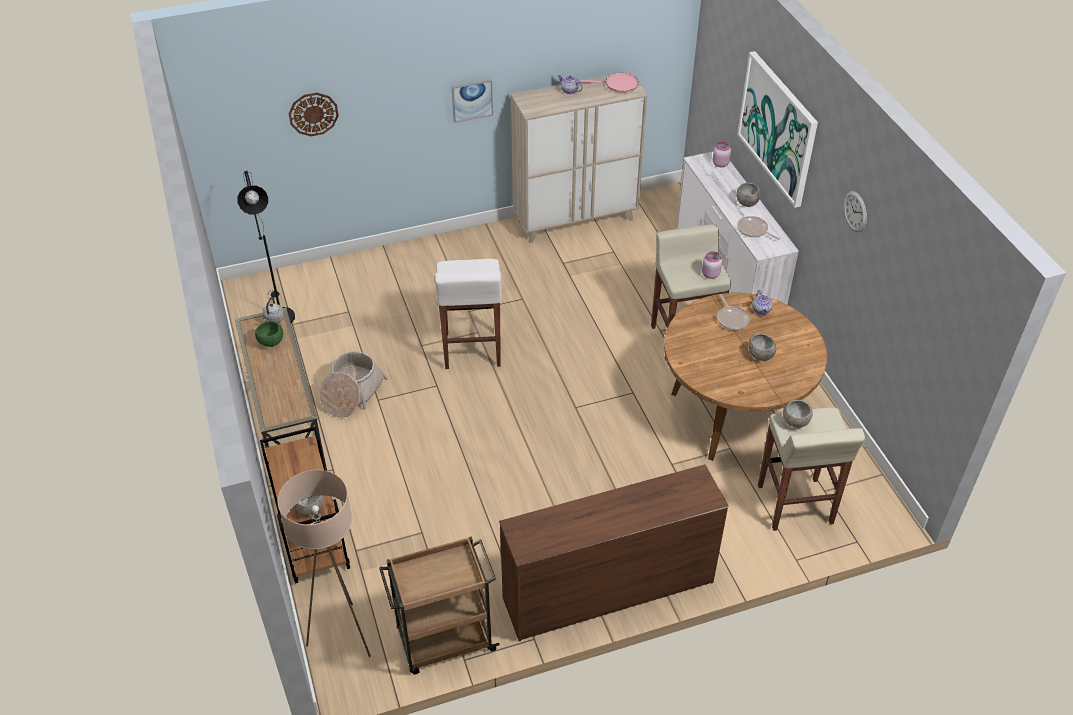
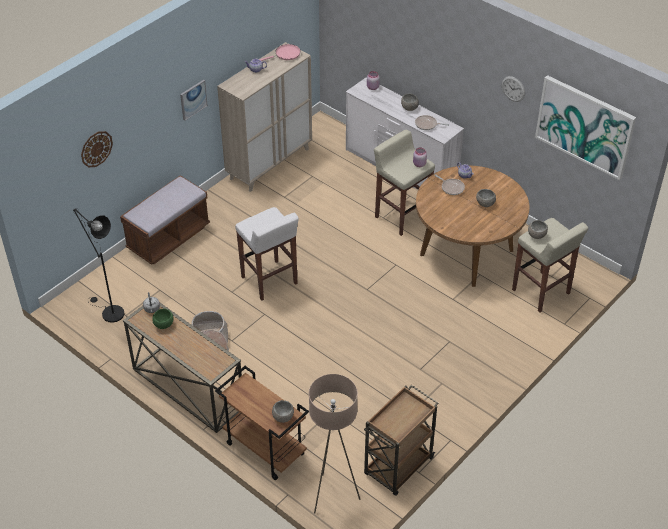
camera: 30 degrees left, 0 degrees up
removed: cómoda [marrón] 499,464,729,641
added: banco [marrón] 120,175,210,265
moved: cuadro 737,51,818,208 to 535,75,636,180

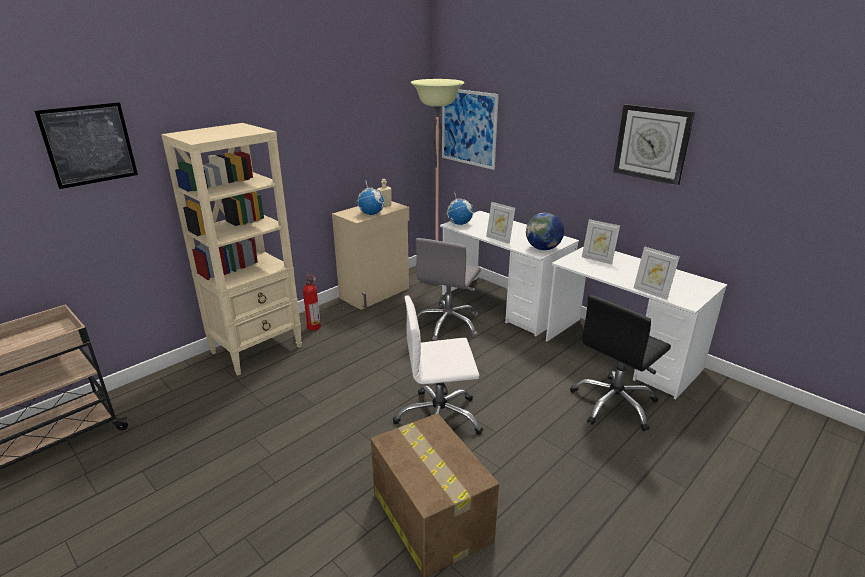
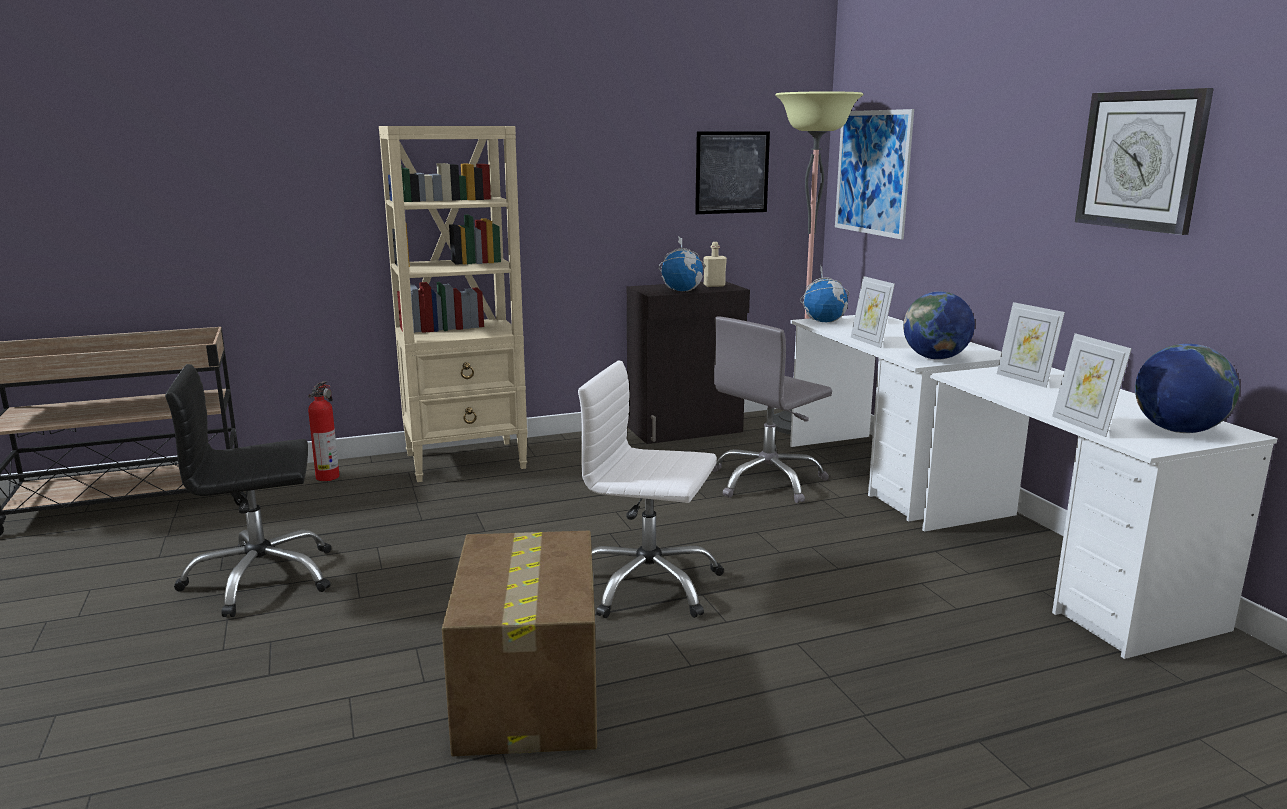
camera: 25 degrees right, 10 degrees down
added: globo terráqueo 1135,344,1239,433
moved: cuadro 34,102,138,189 to 695,131,770,214; extintor 303,273,321,331 to 308,381,340,481; silla de oficina [negro] 570,295,671,431 to 165,364,331,617
recoloured: armario [beis] 332,201,409,310 to armario [negro] 627,281,750,444

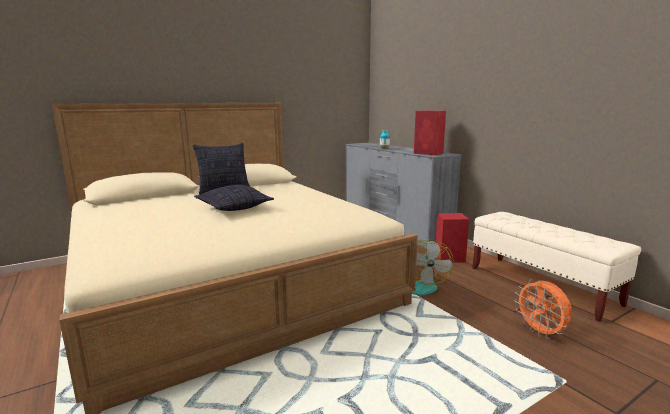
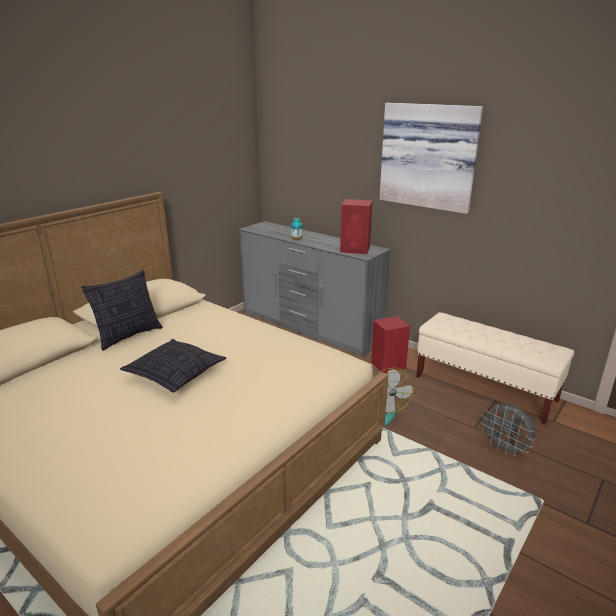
camera: 20 degrees left, 10 degrees up
added: cuadro 379,103,483,214
recoloured: ventilador [naranja] 514,279,572,339 to ventilador [gris] 480,403,536,456

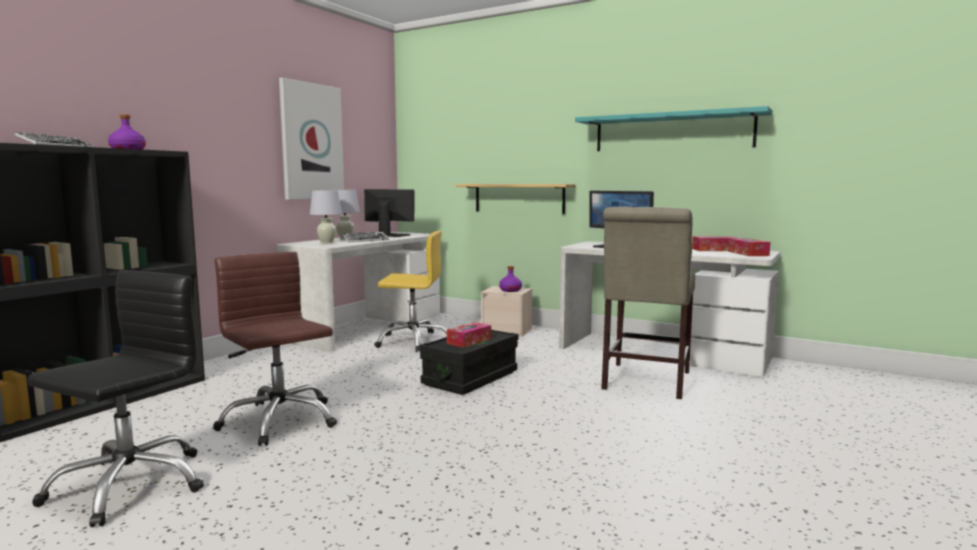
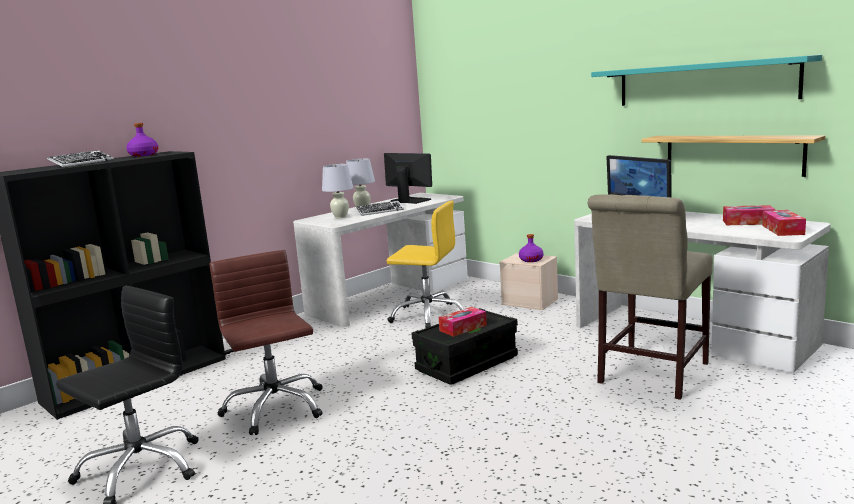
camera: 15 degrees right, 5 degrees up
removed: cuadro 279,78,344,200
moved: estante 456,184,576,214 to 642,135,825,177

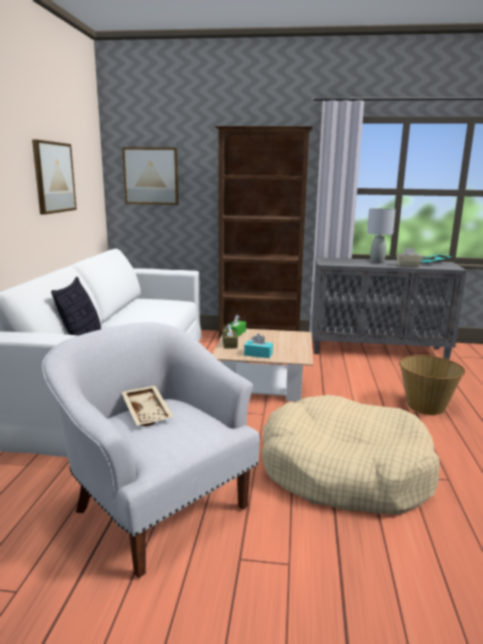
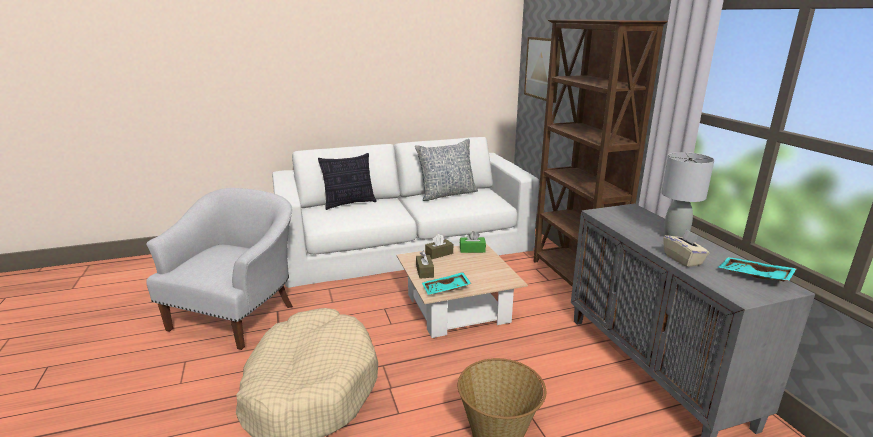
camera: 65 degrees right, 5 degrees up
removed: cuadro 32,140,77,215; bandeja [beis] 121,385,174,426
added: cojín 415,139,478,201; bandeja [turquesa] 422,272,471,295
recoloured: caja de pañuelos [turquesa] 244,333,273,358 to caja de pañuelos [marrón] 416,251,434,279

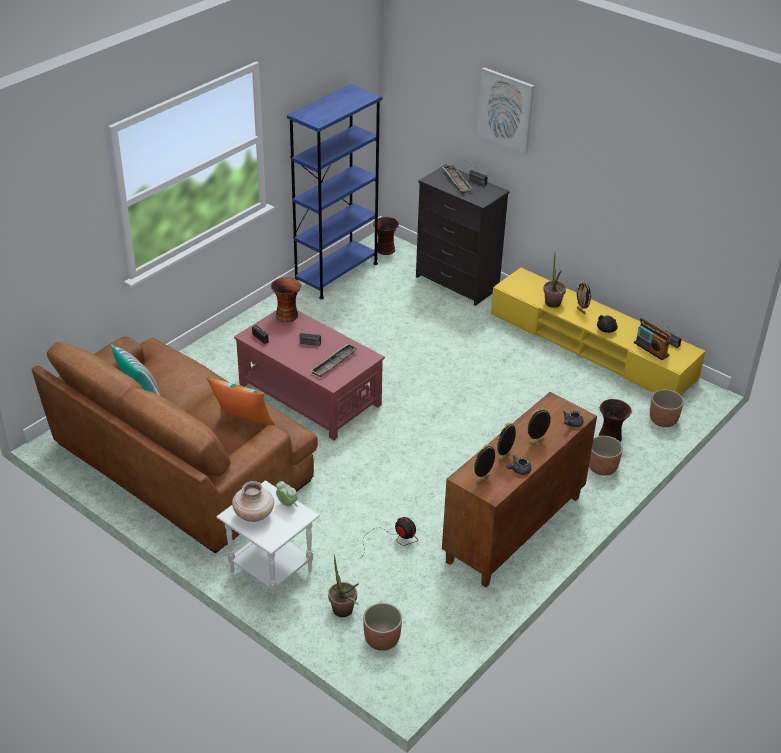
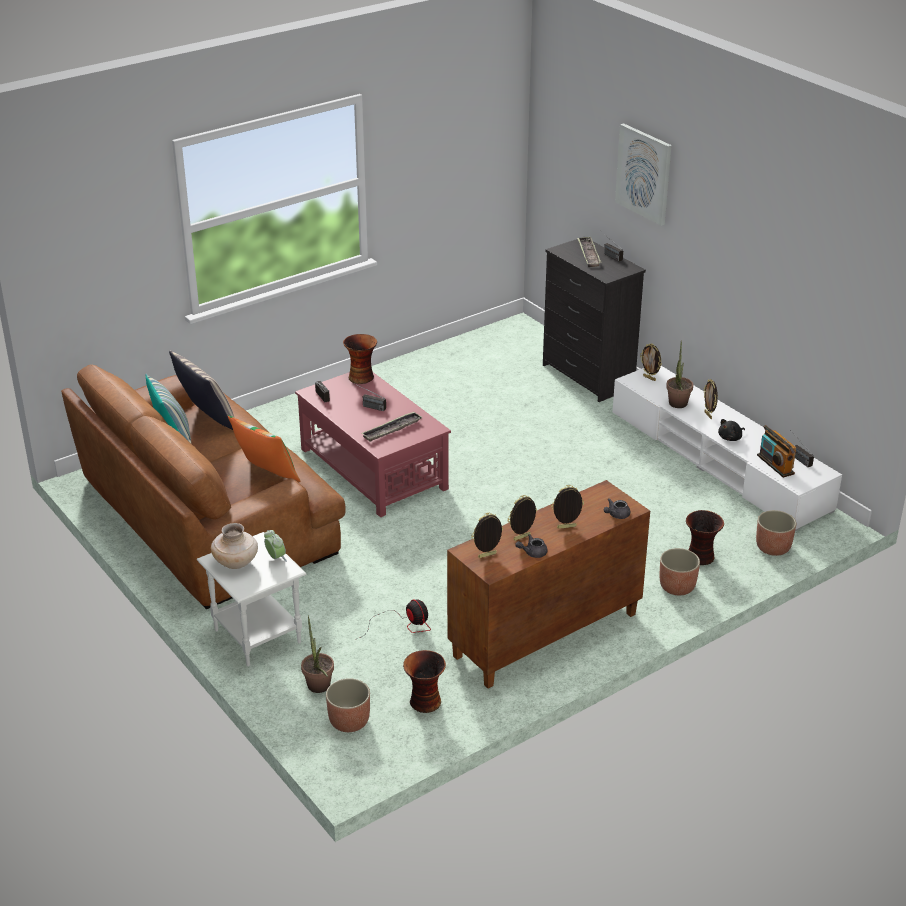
camera: 15 degrees right, 5 degrees down
removed: estantería [azul] 287,84,382,299
added: cojín 169,351,234,430; portarretratos 640,343,662,381
moved: florero 373,217,399,255 to 403,650,446,713
recoloured: mueble de televisión [amarillo] 491,268,705,396 to mueble de televisión [blanco] 613,366,842,531

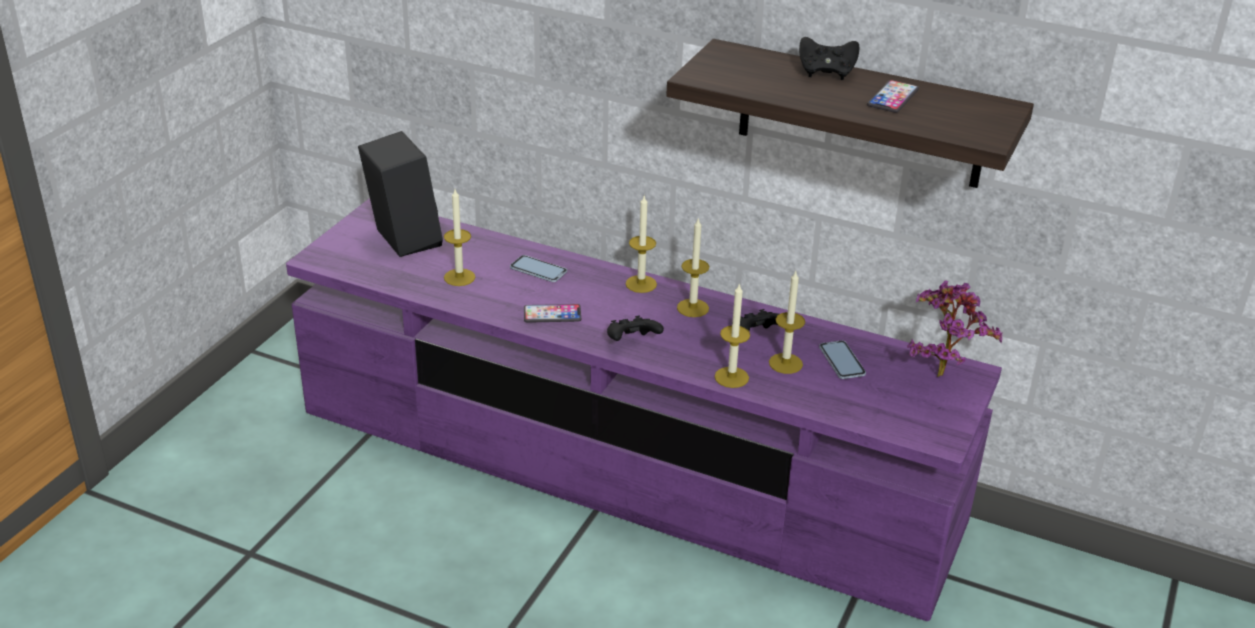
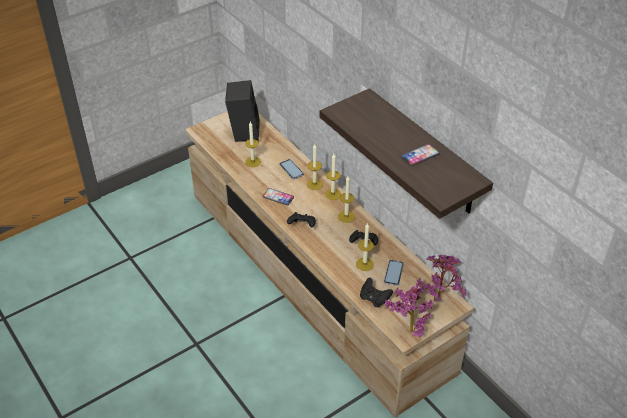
camera: 30 degrees right, 10 degrees up
added: planta en maceta 385,286,433,337
moved: vela 714,283,750,388 to 307,144,323,190; mando de consola [negro] 799,37,859,80 to 360,278,393,308
recoloured: mueble de televisión [morado] 286,198,1002,621 to mueble de televisión [beis] 186,111,474,417

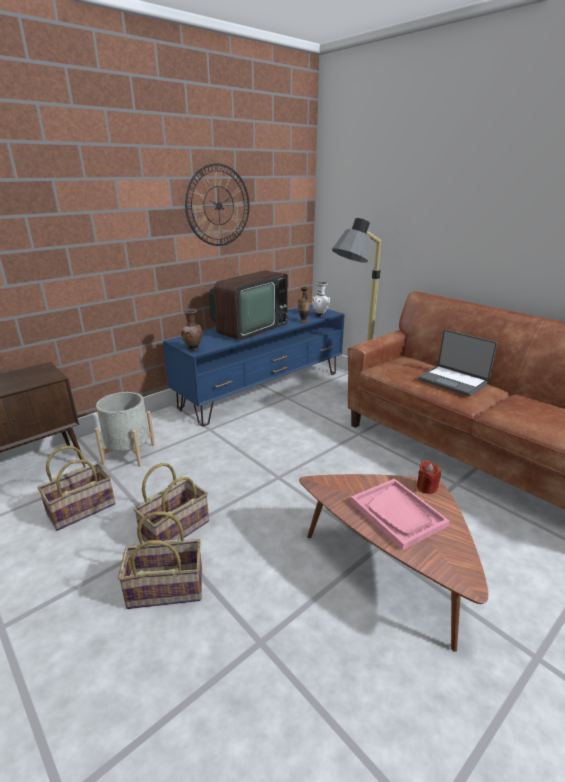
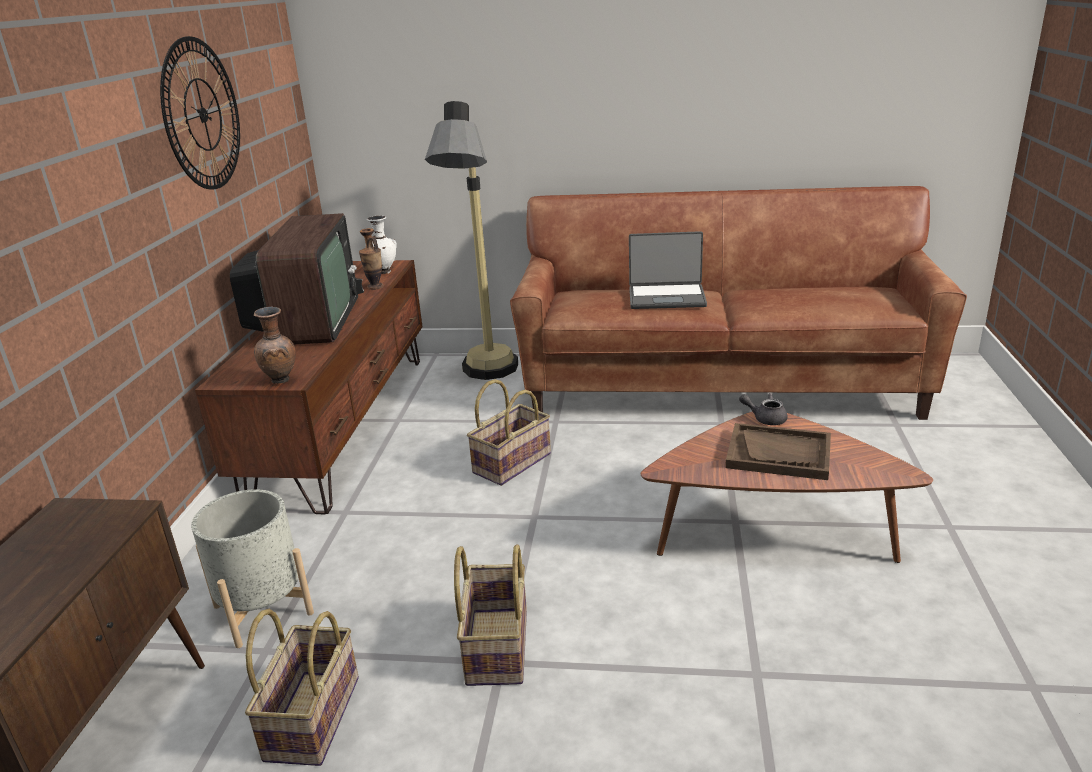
camera: 40 degrees left, 0 degrees up
moved: cesta 118,511,202,609 to 467,379,551,486
replaced: vela [rojo] 417,460,441,494 to tetera [gris] 739,393,788,425
recoloured: mueble de televisión [azul] 163,304,345,427 to mueble de televisión [marrón] 195,260,423,514; bandeja [rosa] 351,479,450,550 to bandeja [marrón] 725,423,831,480

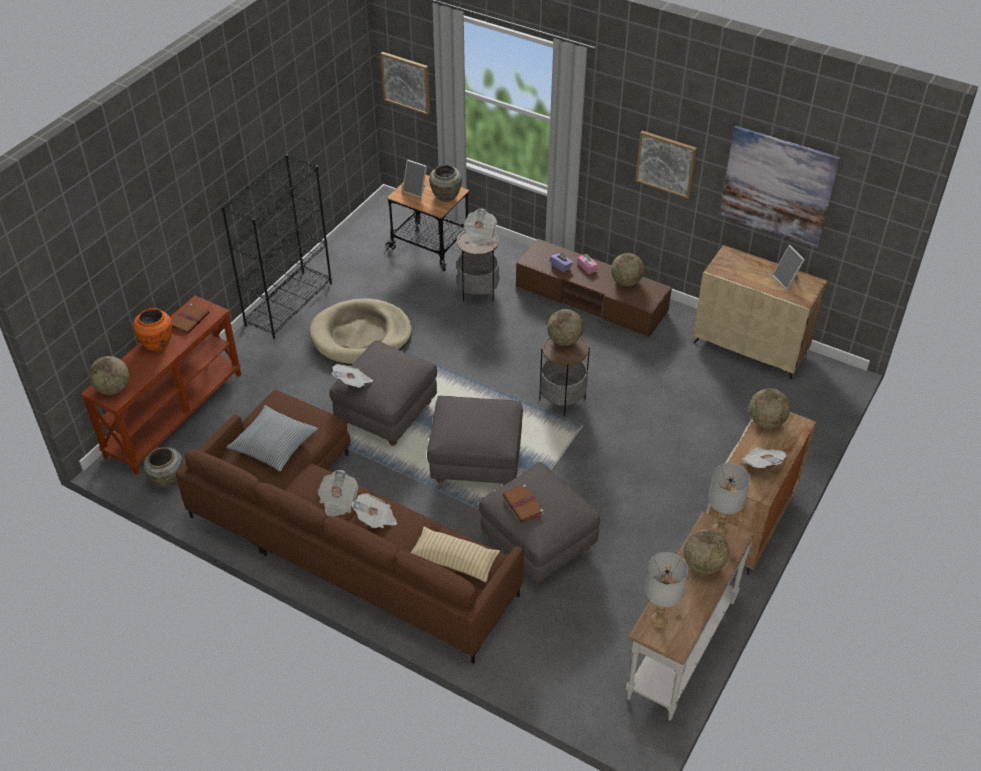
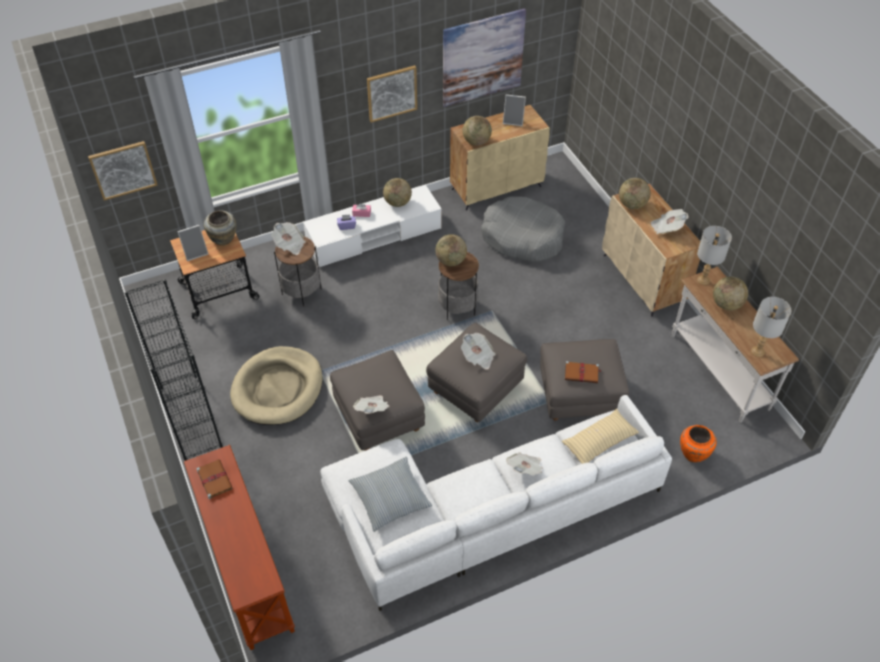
camera: 55 degrees left, 5 degrees up
removed: florero [beis] 144,447,183,488
added: cama para perro [gris] 481,197,565,262
moved: globo terráqueo 89,356,129,395 to 463,116,492,146; florero [naranja] 133,308,172,351 to 680,425,717,463; periódico 318,470,359,517 to 461,333,496,370
recoloured: sofá [marrón] 176,390,523,664 to sofá [blanco] 320,395,672,611; mueble de televisión [marrón] 516,239,672,337 to mueble de televisión [blanco] 303,184,441,267

